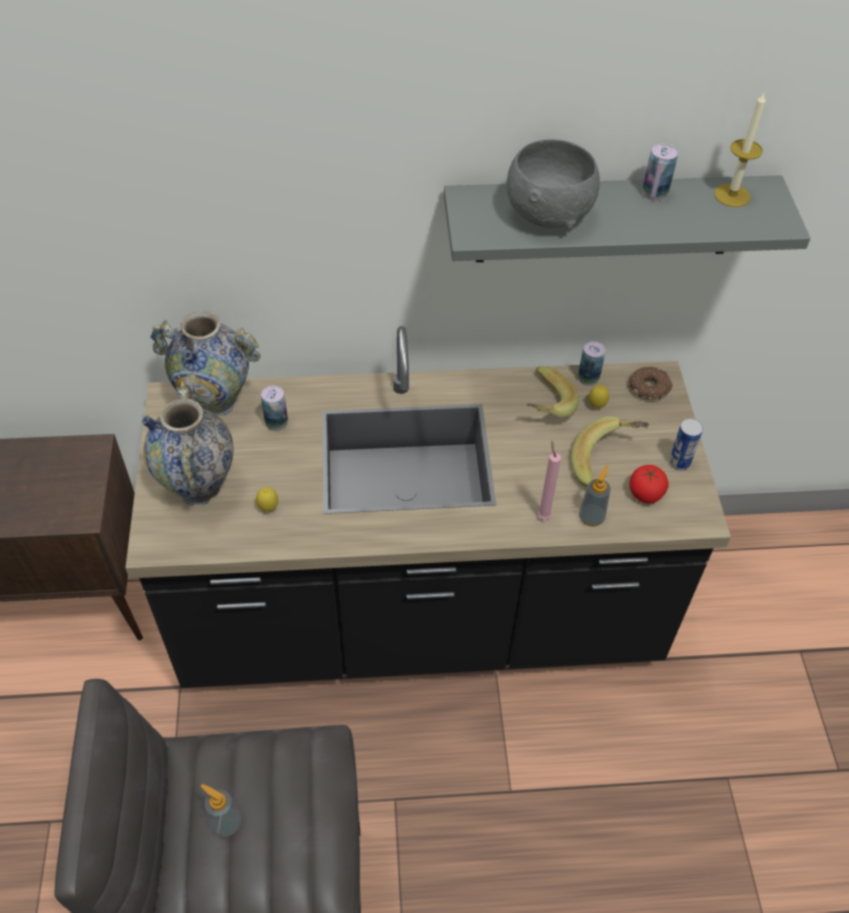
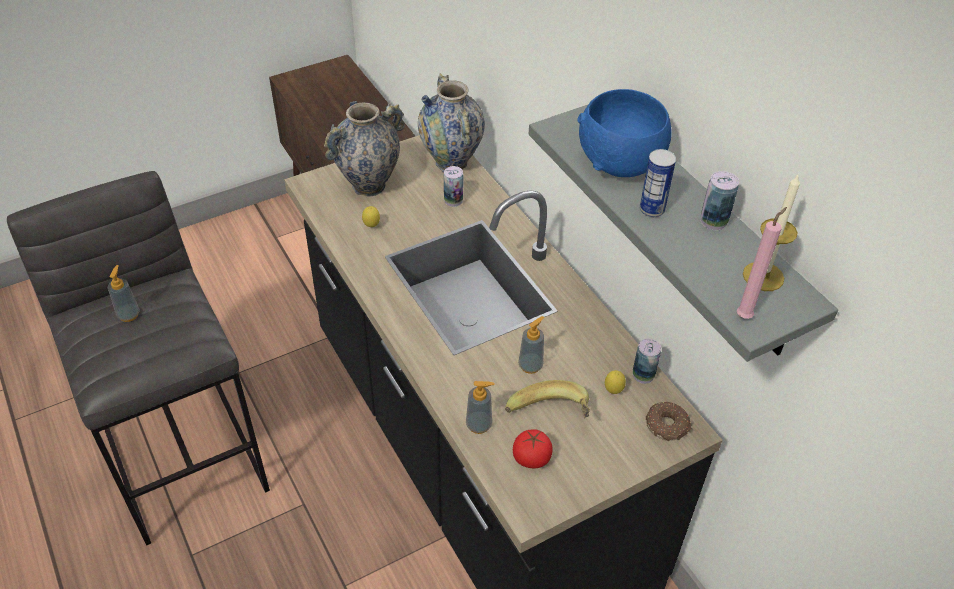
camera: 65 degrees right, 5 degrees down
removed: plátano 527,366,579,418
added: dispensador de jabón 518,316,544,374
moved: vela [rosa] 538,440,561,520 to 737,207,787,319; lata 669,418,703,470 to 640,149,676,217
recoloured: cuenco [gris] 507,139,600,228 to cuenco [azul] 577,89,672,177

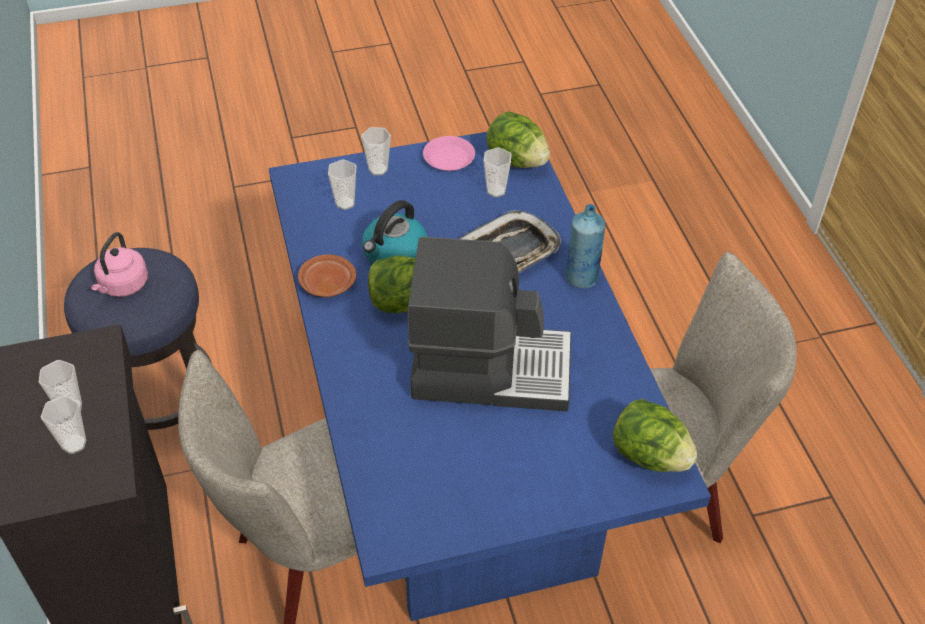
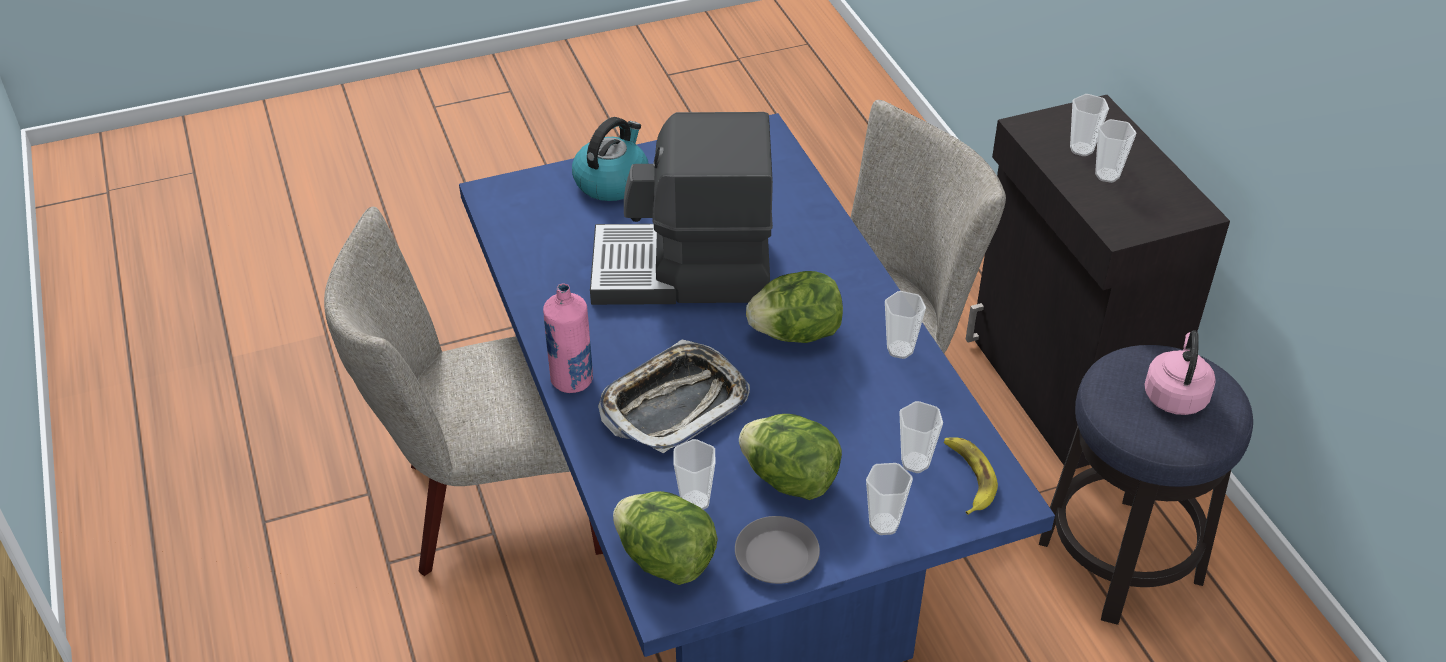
camera: 175 degrees right, 5 degrees down
added: plátano 944,437,998,515
moved: hervidor 362,200,428,263 to 572,117,648,201; lechuga 613,399,698,472 to 739,414,842,500
replaced: plato [marrón] 298,254,356,297 to taza 885,291,926,359
recoloured: plato [rosa] 423,136,475,171 to plato [gris] 735,516,820,584; botella [azul] 566,204,605,288 to botella [rosa] 543,284,593,393

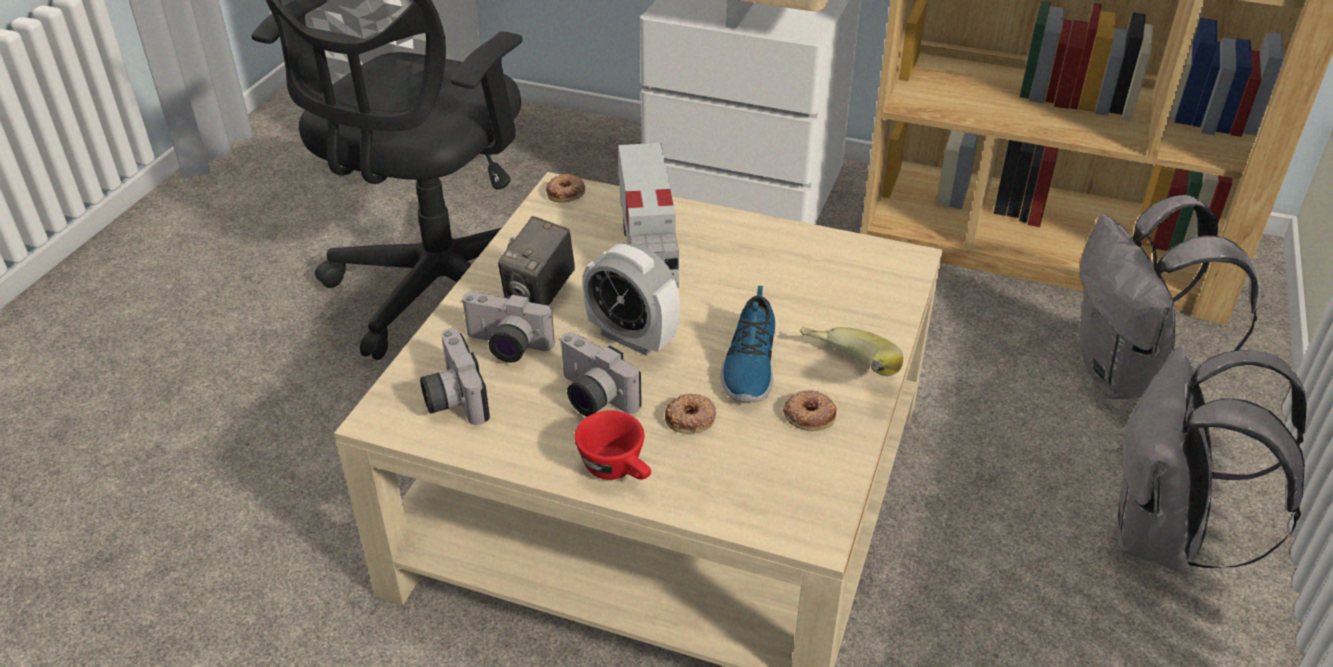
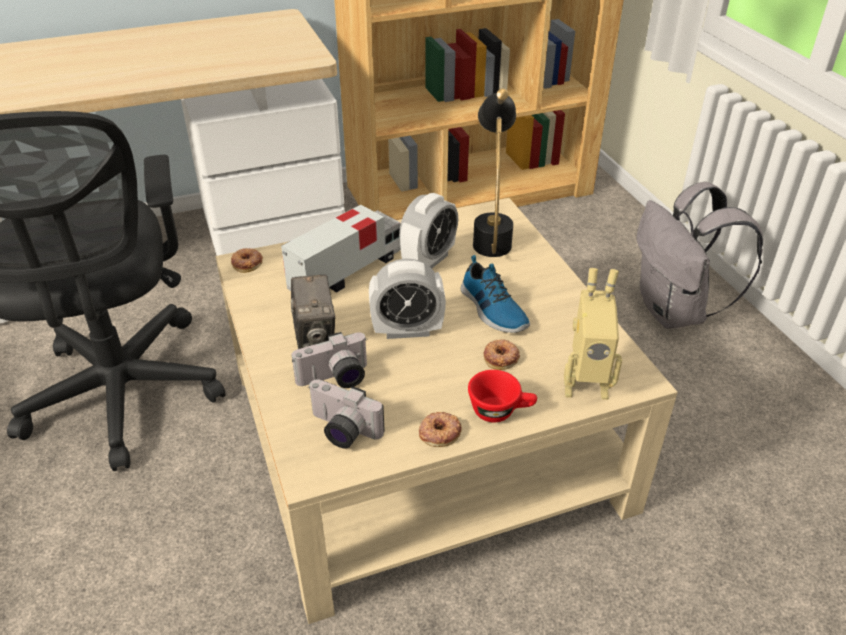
camera: 40 degrees left, 0 degrees up
removed: cámara 559,332,642,416; plátano 800,326,903,376; mochila [gris] 1079,195,1260,399
added: despertador 399,193,458,268; lámpara de mesa [negro] 473,89,516,257; robot de juguete 564,268,622,400
moved: rosquilla 783,390,837,431 to 419,412,462,447
turned: camión de juguete 618,143,679,288 = 281,205,401,293 90 degrees counterclockwise

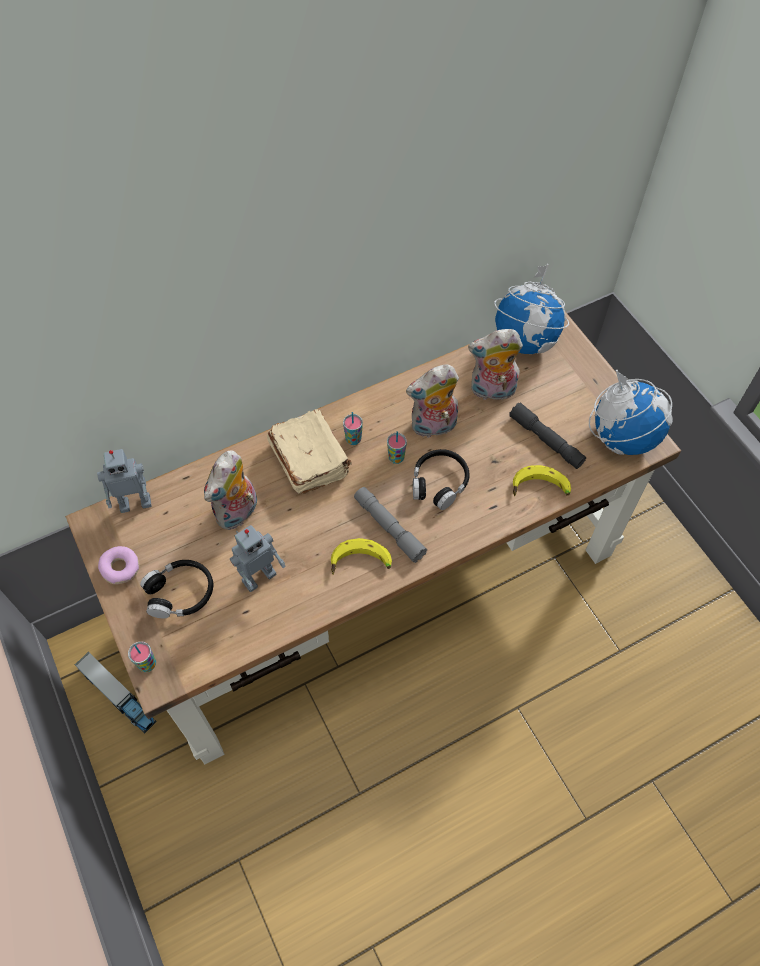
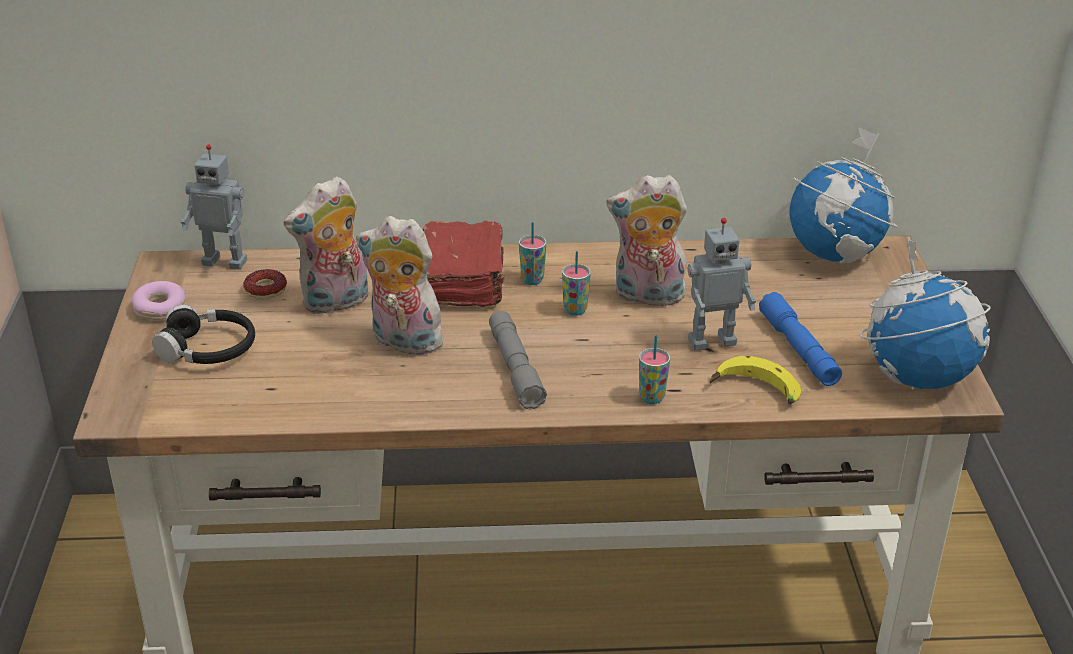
camera: 25 degrees right, 25 degrees down
removed: camión de juguete 75,652,157,733; plátano 331,538,392,575; auriculares [negro] 413,449,470,510
added: rosquilla 243,269,287,299
moved: taza 128,641,156,672 to 639,335,670,404; robot de juguete 230,525,286,592 to 688,218,756,351; peluche 468,329,523,400 to 356,216,449,355
recoloured: libro [beis] 267,409,352,494 to libro [rojo] 423,221,505,307; linterna [gris] 509,402,586,469 to linterna [azul] 759,292,842,386

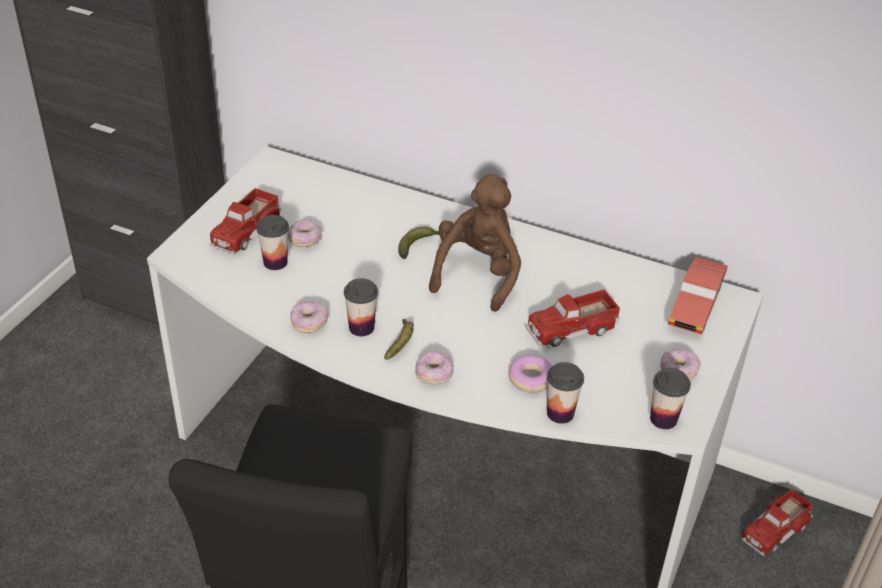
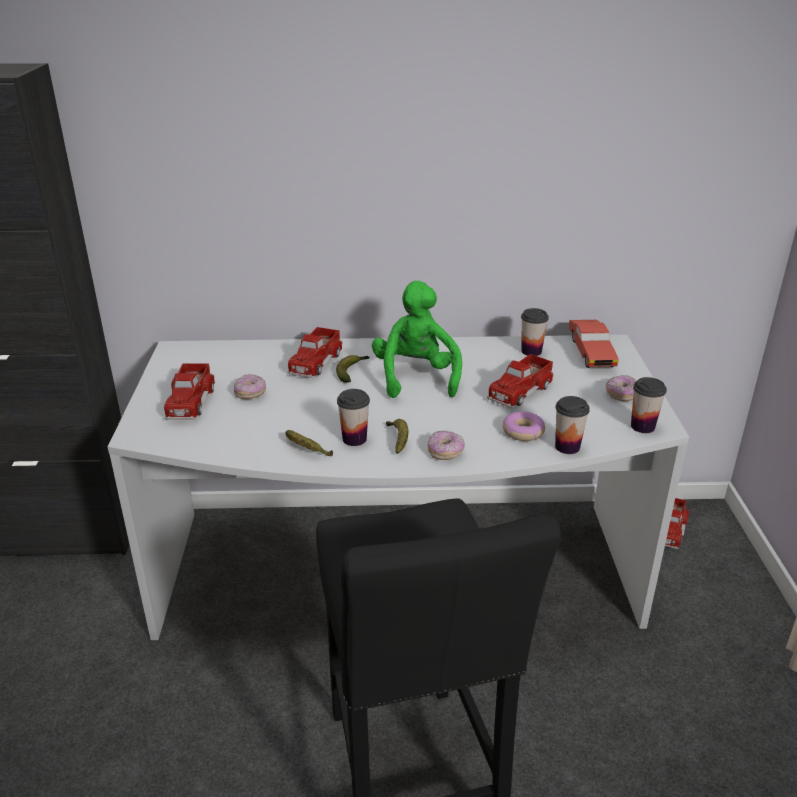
camera: 25 degrees left, 10 degrees down
added: camión de juguete 288,327,343,378
moved: taza 256,215,289,270 to 521,308,549,356
replaced: rosquilla 290,301,328,333 to plátano 285,430,333,456
recoloured: peluche [marrón] 429,174,521,312 to peluche [verde] 372,281,462,398

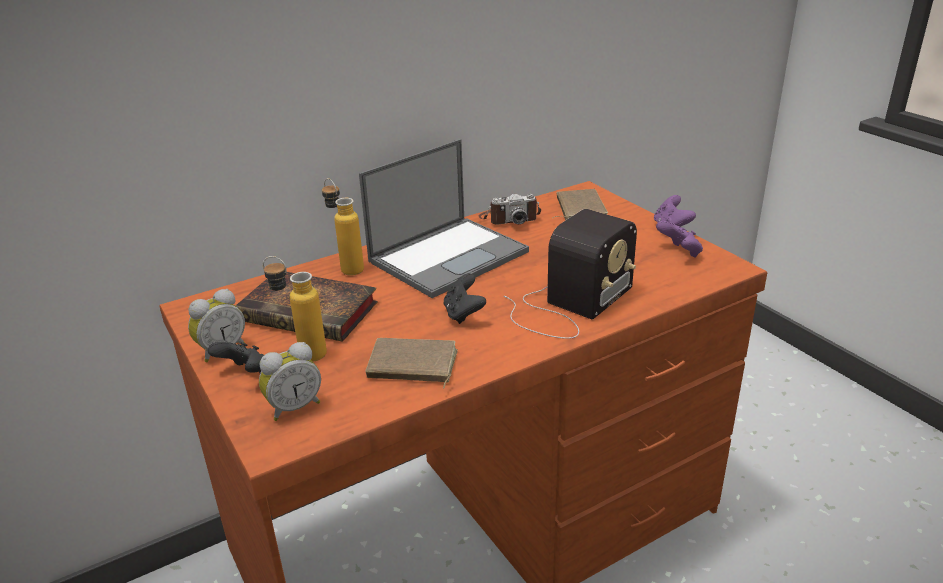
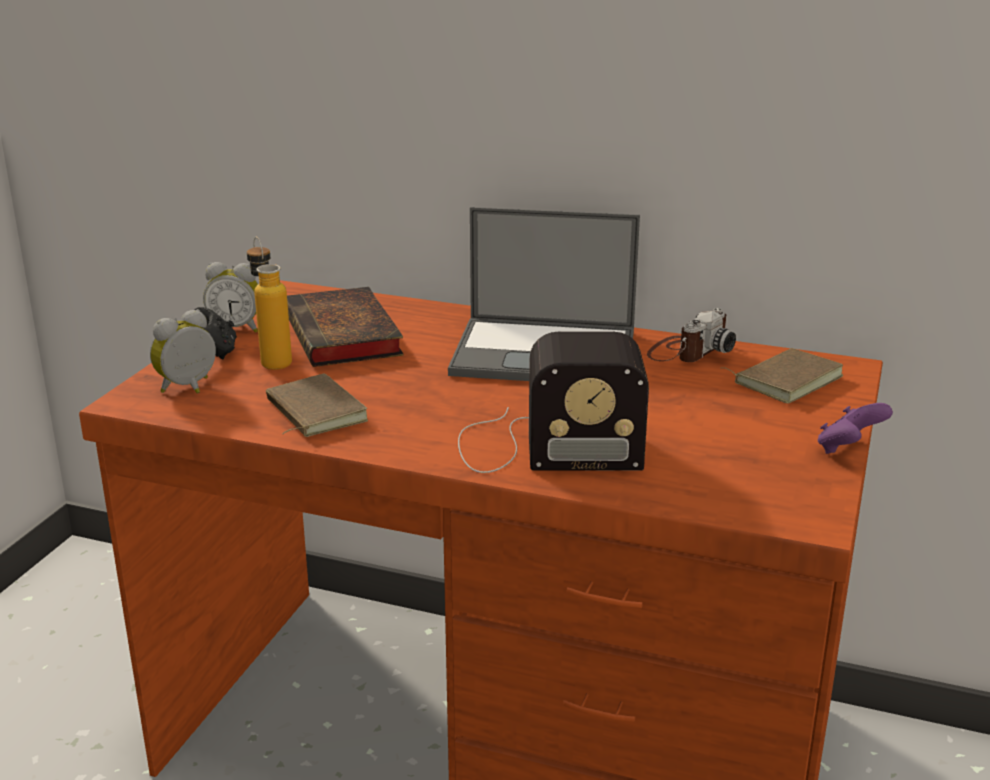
camera: 50 degrees right, 5 degrees down
removed: botella 322,178,364,276; mando de consola [negro] 444,273,486,324; mando de consola [morado] 656,221,703,258
turned: despertador 259,342,321,421 = 150,309,216,393 120 degrees clockwise; cámara 479,193,541,225 = 647,308,736,362 90 degrees counterclockwise

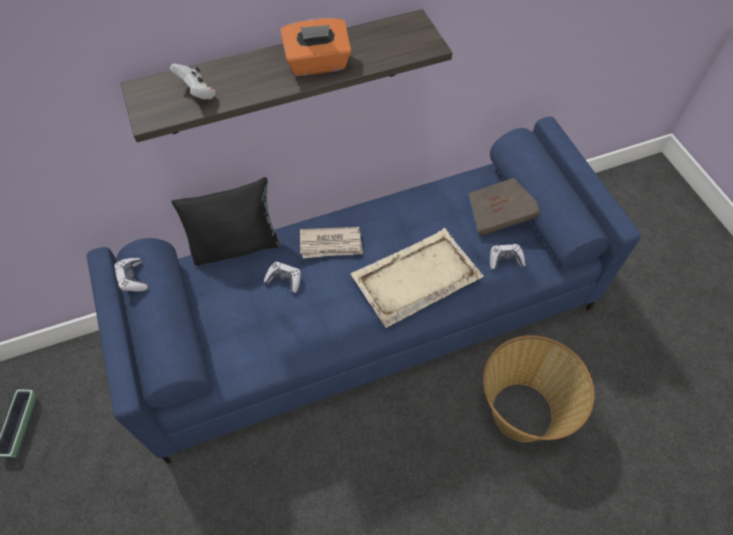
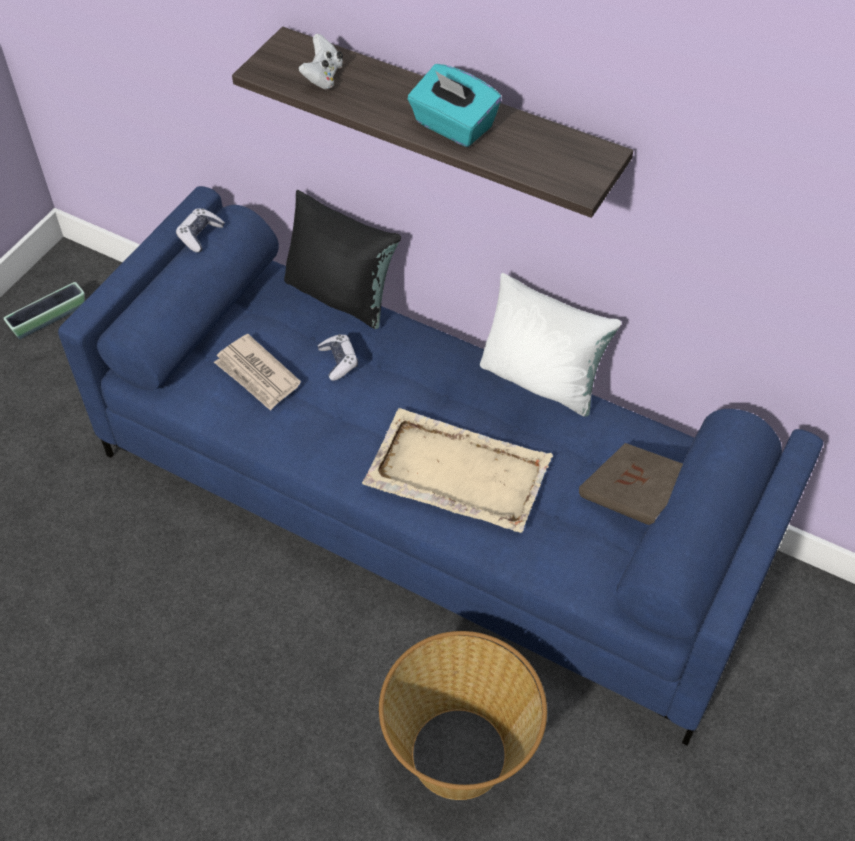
camera: 50 degrees right, 5 degrees down
removed: mando de consola 490,244,525,270
added: cojín [blanco] 480,273,621,417
moved: periódico 300,227,363,258 to 214,334,301,411
recoloured: caja de pañuelos [naranja] 280,18,351,76 to caja de pañuelos [turquesa] 408,64,502,147

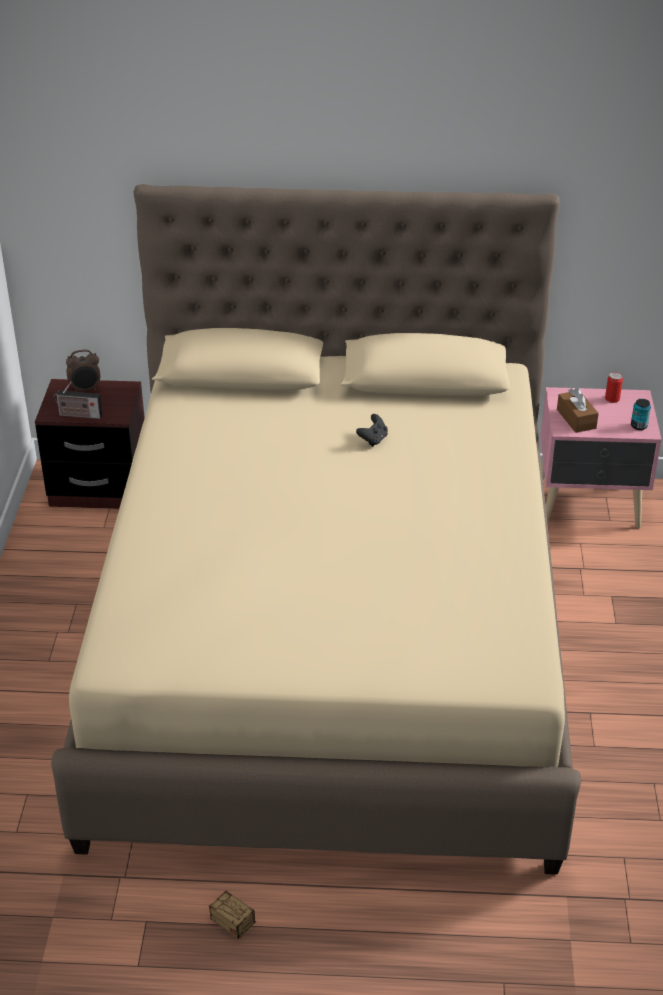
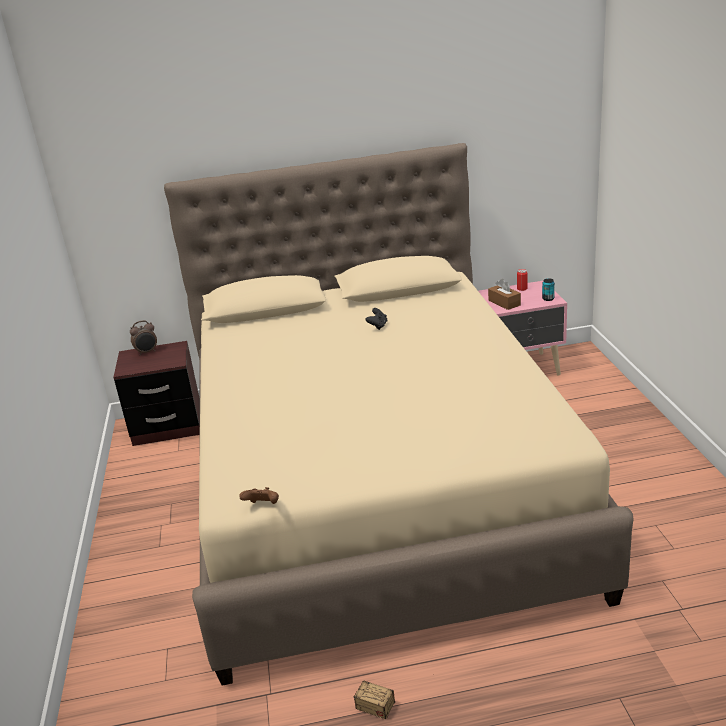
camera: 10 degrees left, 10 degrees down
removed: radio 53,382,102,419
added: mando de consola [marrón] 239,487,279,504

